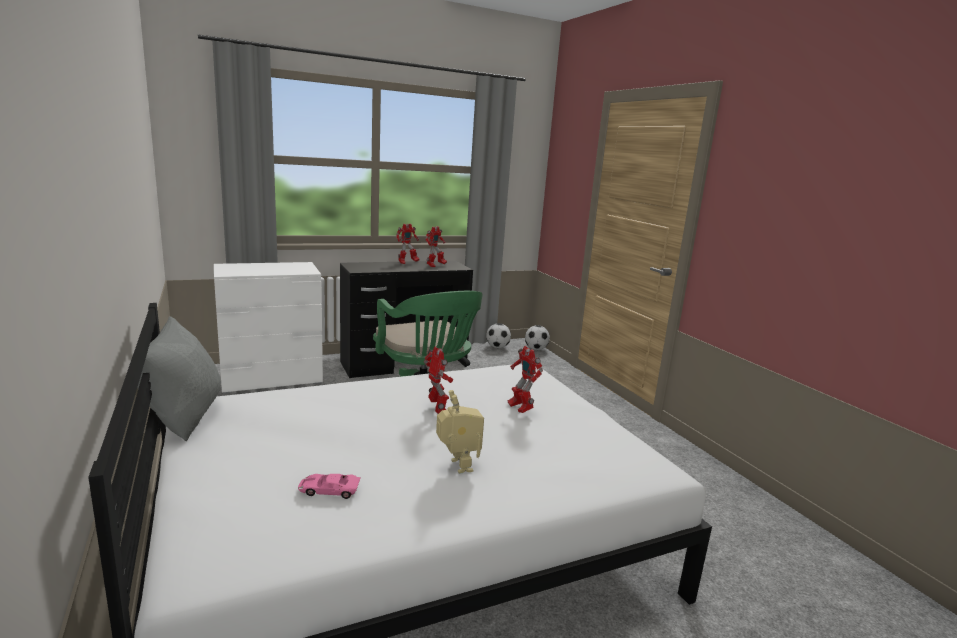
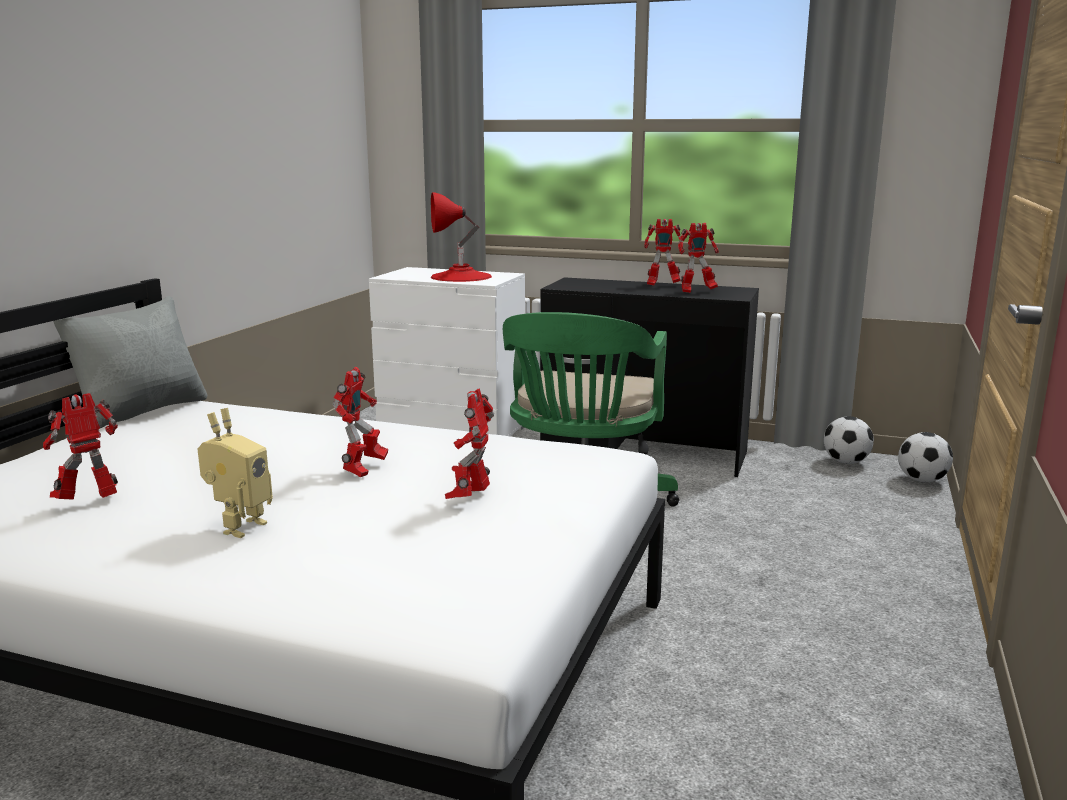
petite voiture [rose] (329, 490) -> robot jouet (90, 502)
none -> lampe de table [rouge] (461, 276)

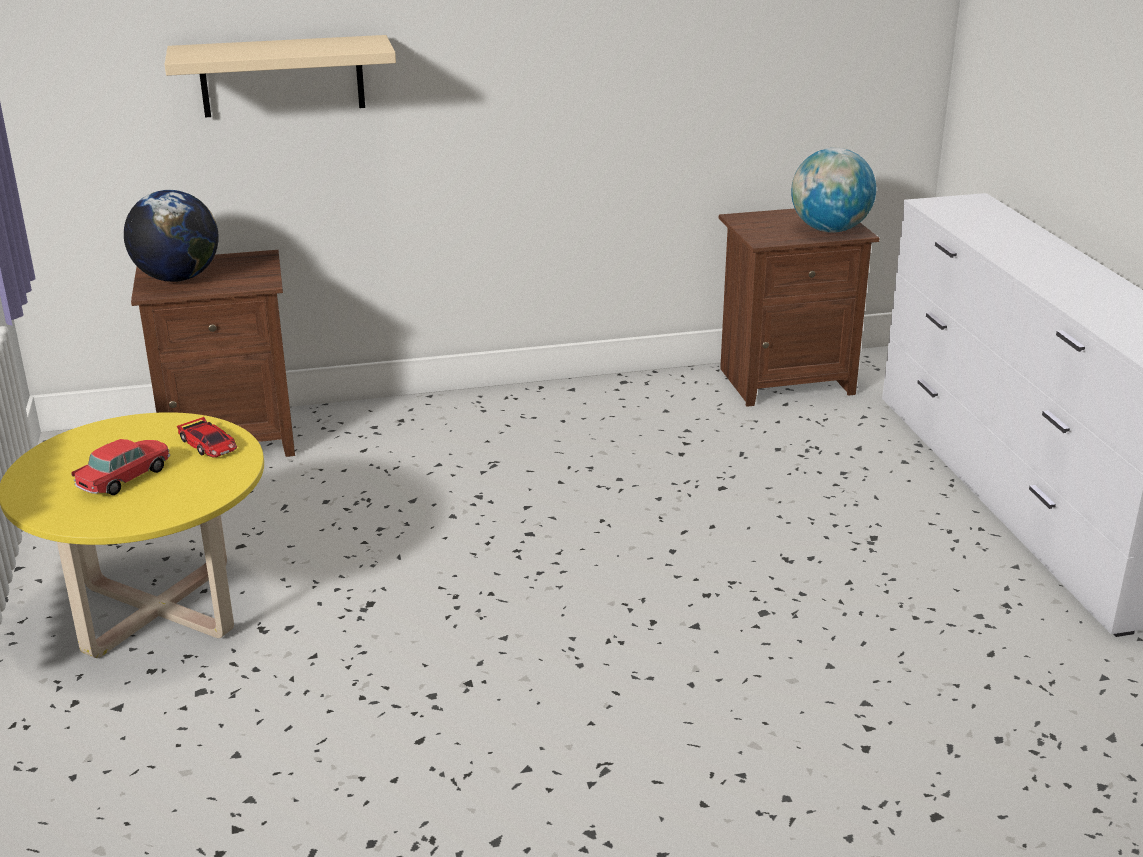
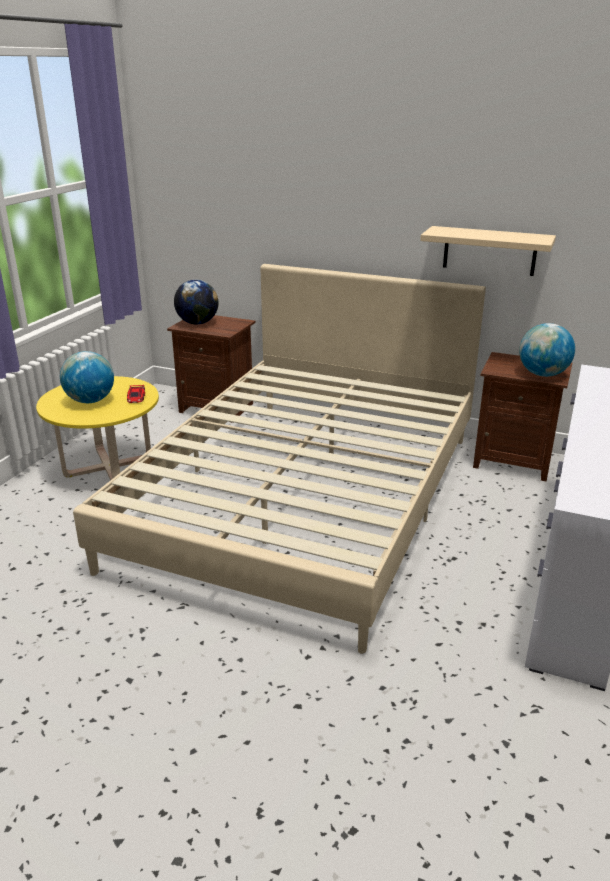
petite voiture (125, 478) -> globe (90, 401)
none -> lit [beige] (306, 497)
étagère [beige] (282, 76) -> étagère [beige] (489, 251), relocated

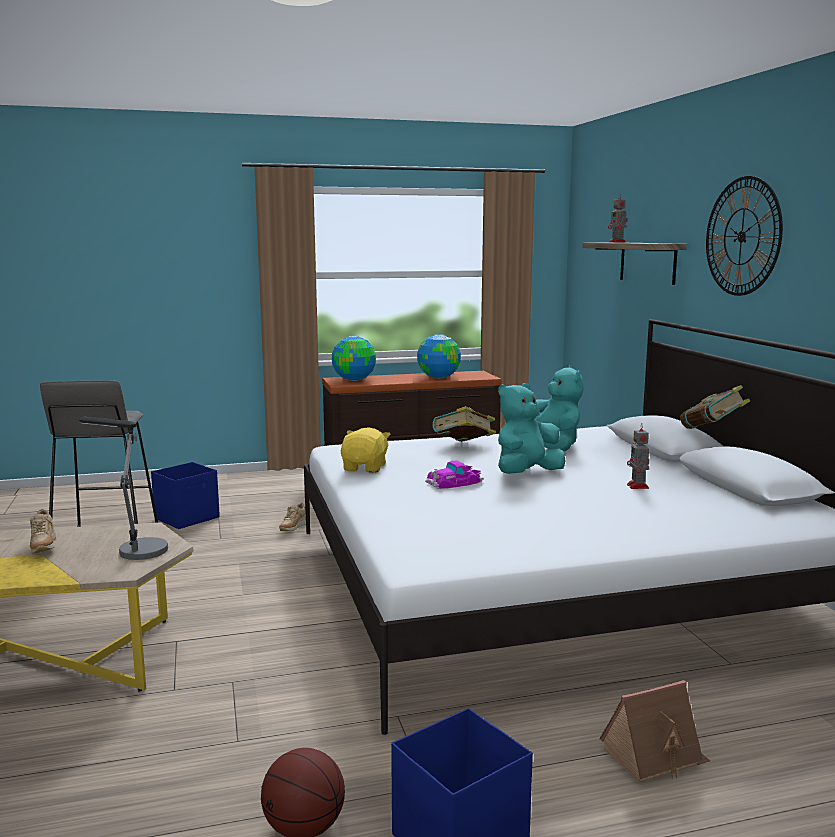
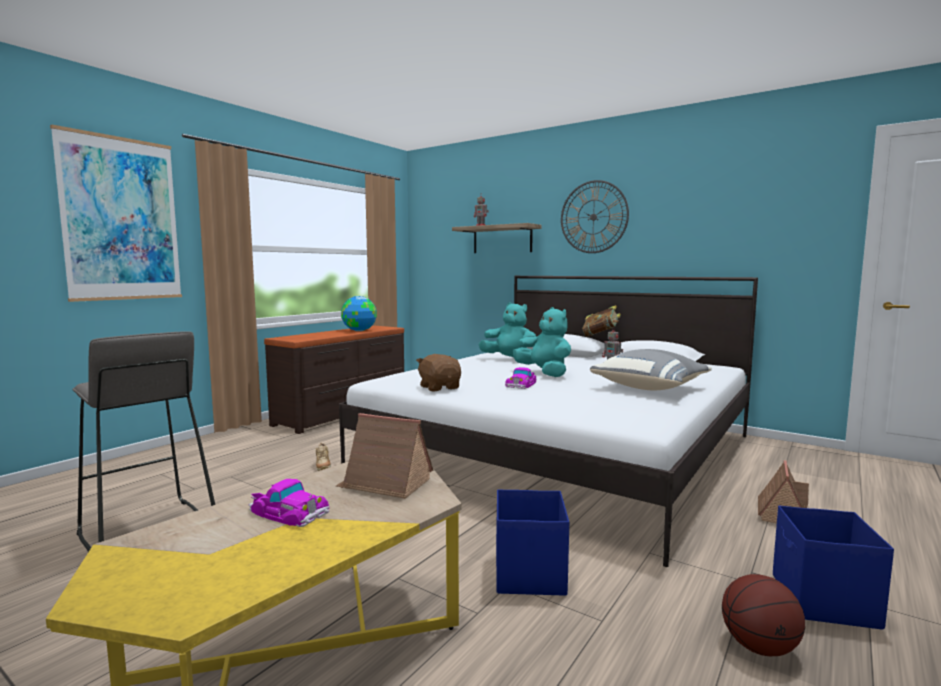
none -> tableau (121, 219)
chaussure [beige] (43, 548) -> petite voiture (288, 512)
lampe de table (134, 547) -> maison miniature (385, 483)
peluche [jaune] (365, 468) -> peluche [marron] (440, 387)
boîte de rangement [bleu] (188, 518) -> boîte de rangement [bleu] (530, 573), relocated
peluche [turquoise] (526, 474) -> peluche [turquoise] (544, 373), 135 degrees clockwise
none -> coussin [gris] (651, 388)
globe (354, 380) -> none
livre (463, 447) -> none

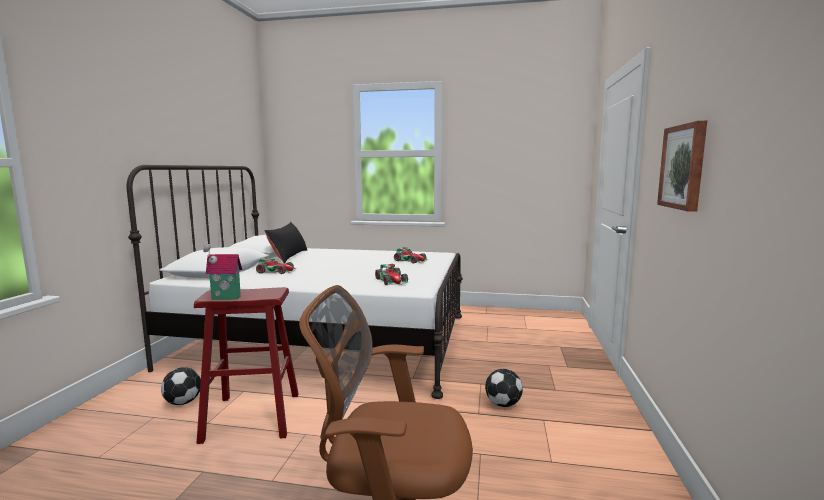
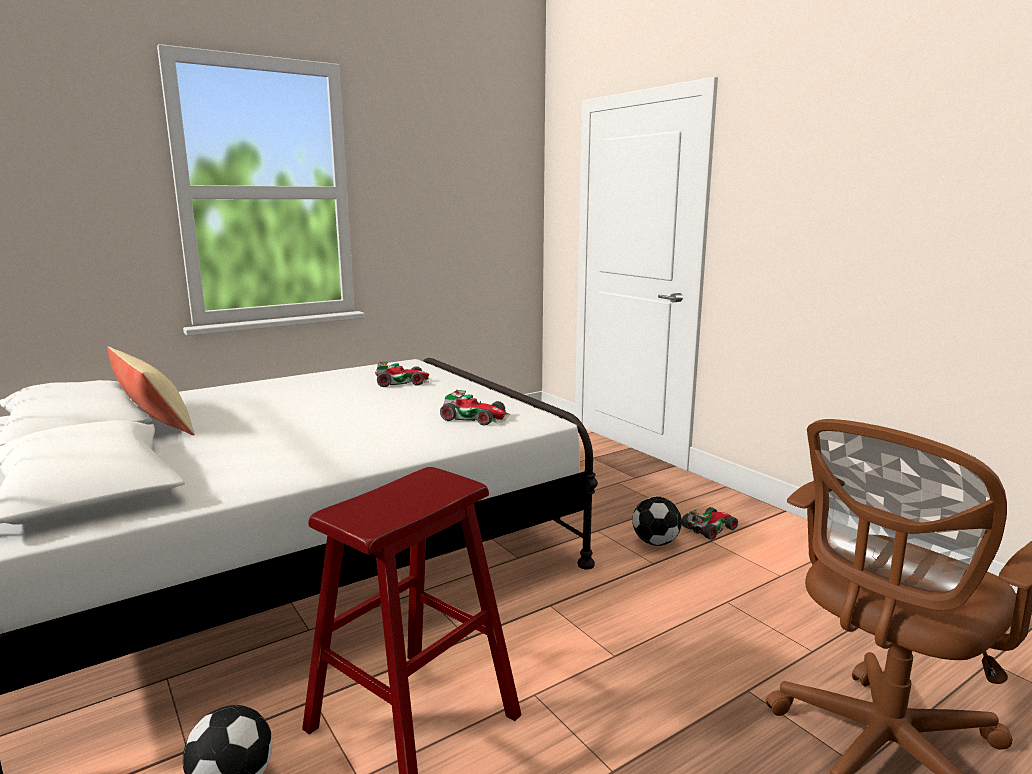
coussin [noir] (288, 256) -> coussin [beige] (153, 420)
petite voiture (276, 271) -> petite voiture (710, 527), relocated
maison miniature (225, 298) -> none
tableau (684, 167) -> none

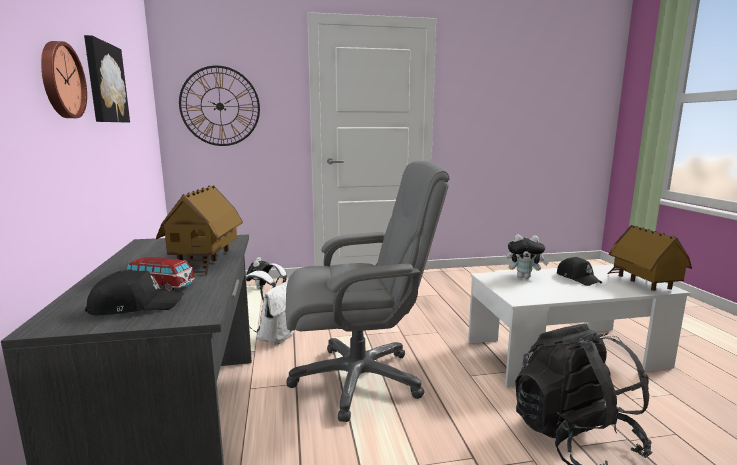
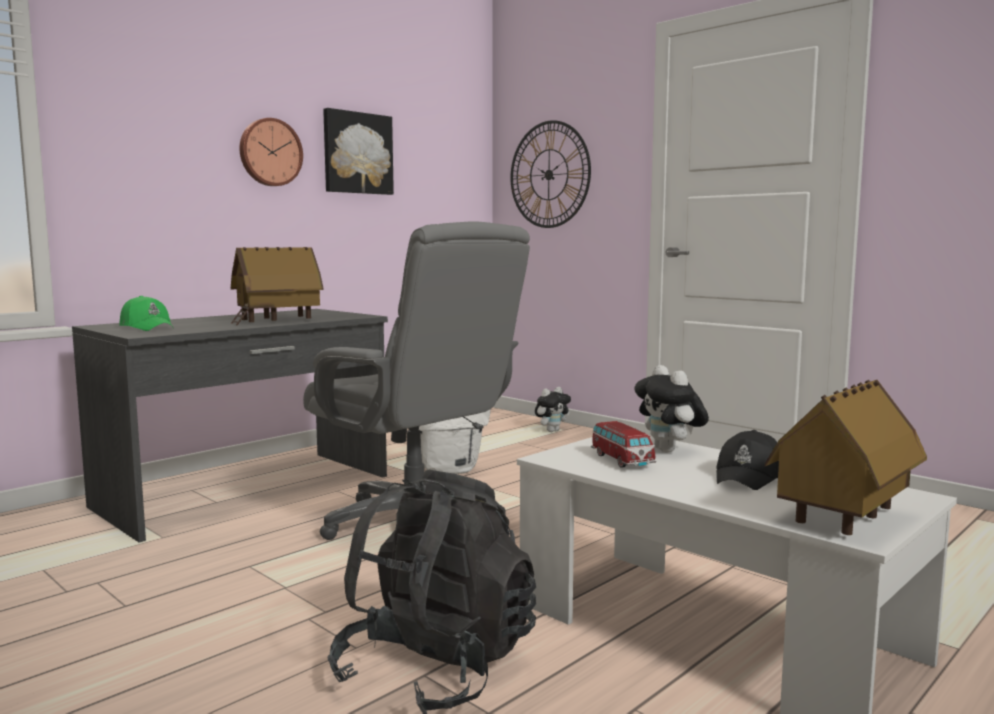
casquette [noir] (135, 306) -> casquette [vert] (147, 327)
petite voiture (161, 286) -> petite voiture (621, 460), relocated

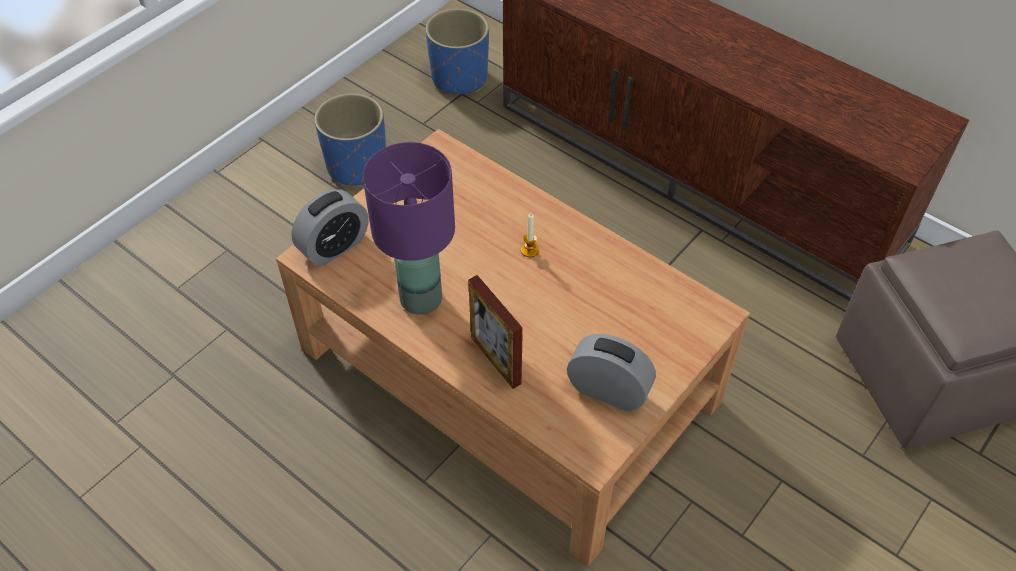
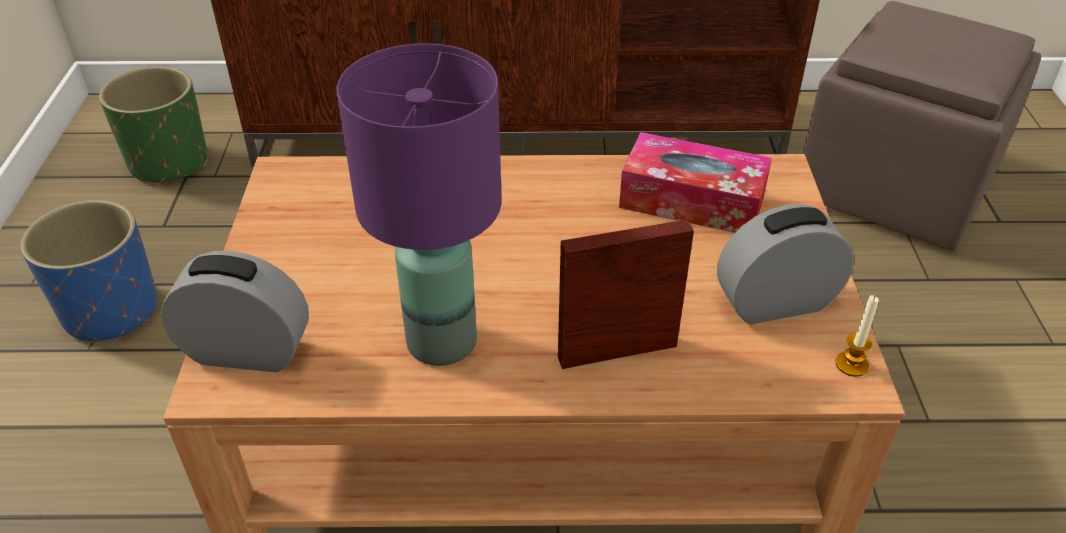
cache-pot [bleu] (460, 78) -> cache-pot [vert] (169, 162)
réveil (334, 246) -> réveil (247, 351), 90 degrees counterclockwise
cadre photo (495, 360) -> cadre photo (617, 352), 150 degrees clockwise
none -> boîte à mouchoirs (692, 201)
bougie (529, 250) -> bougie (851, 364), relocated

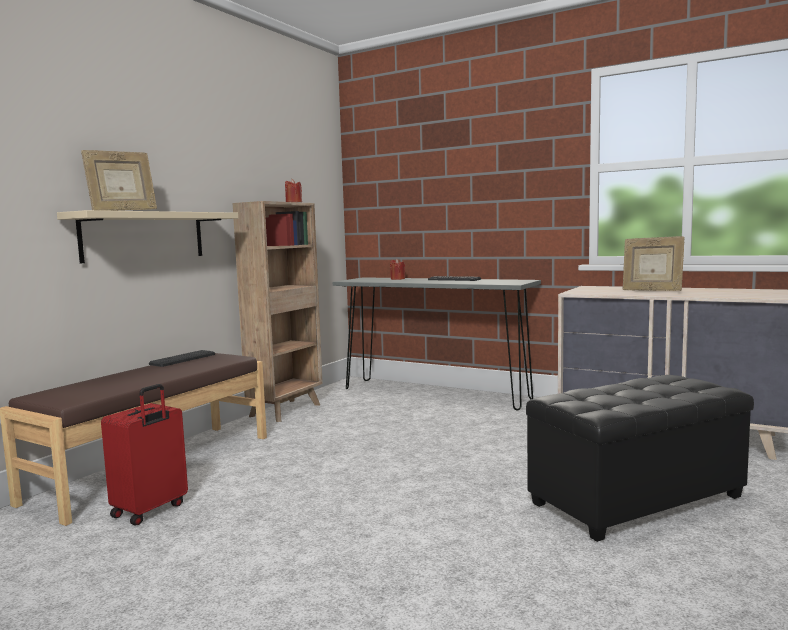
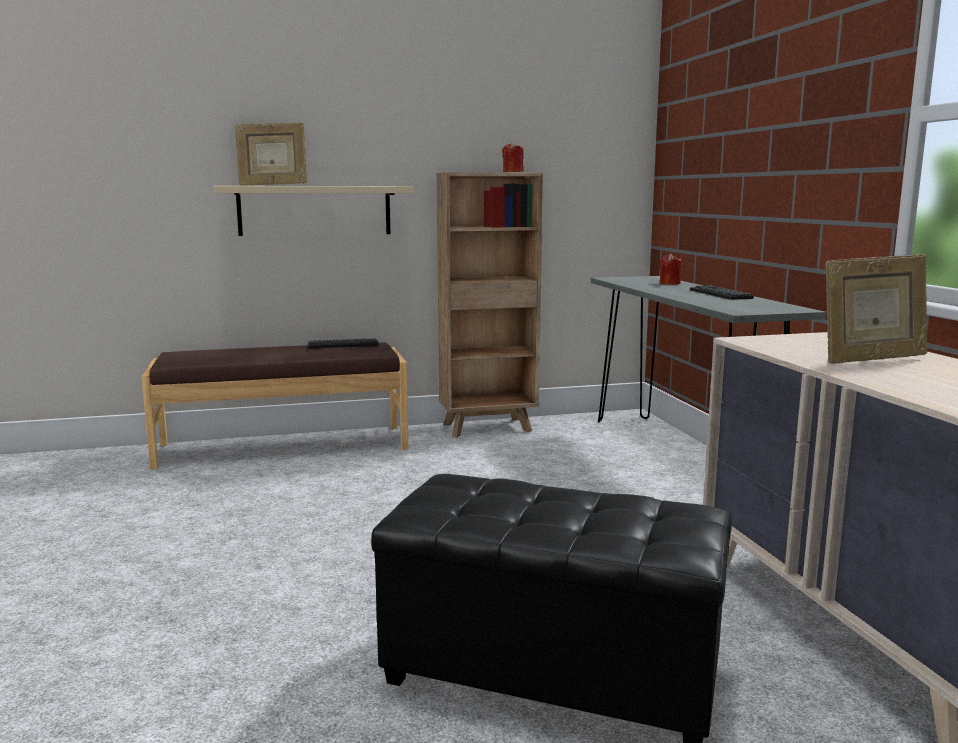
cadre photo (651, 291) -> cadre photo (872, 359), 105 degrees counterclockwise
valise [rouge] (150, 510) -> none

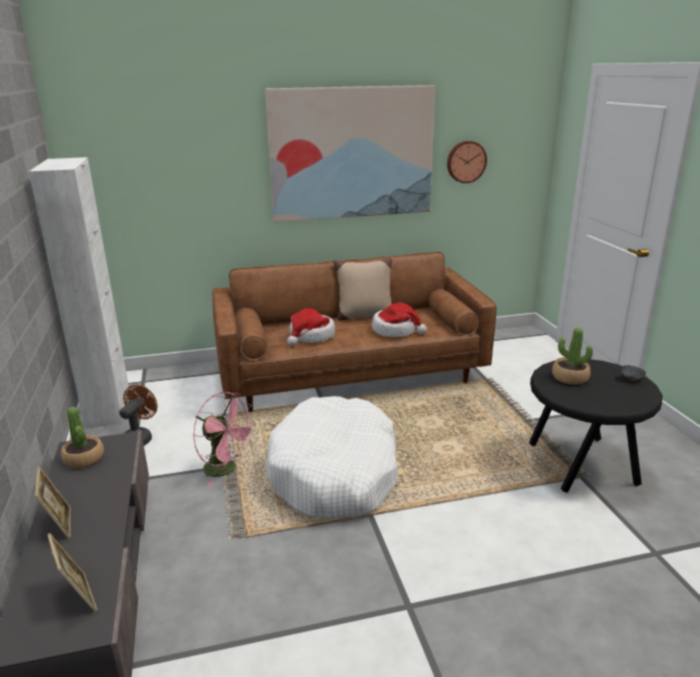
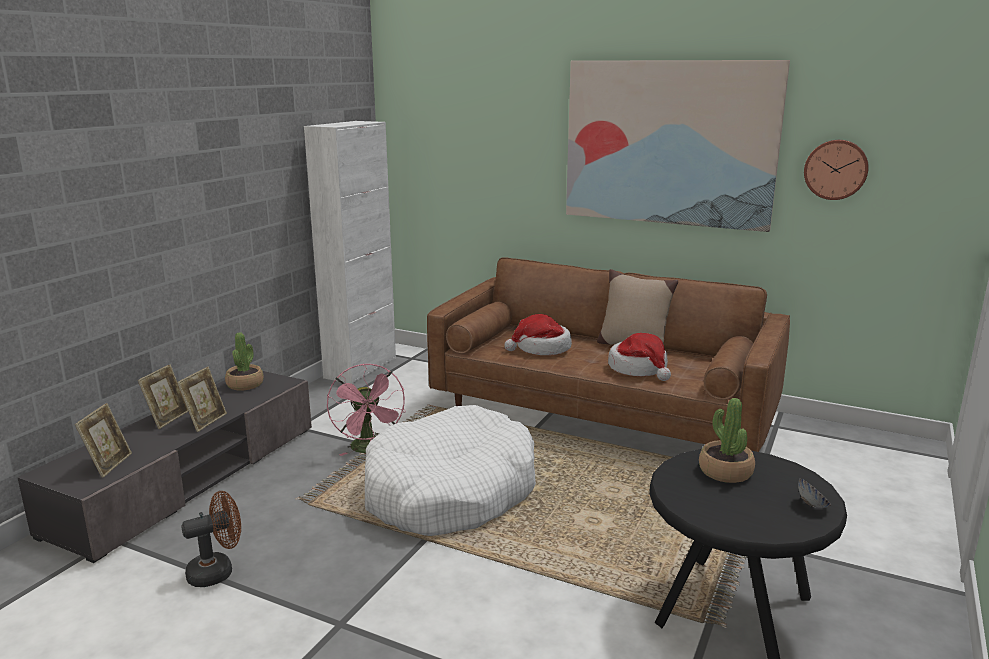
none -> cadre photo (205, 421)
ventilateur [marron] (140, 438) -> ventilateur [marron] (217, 571), relocated

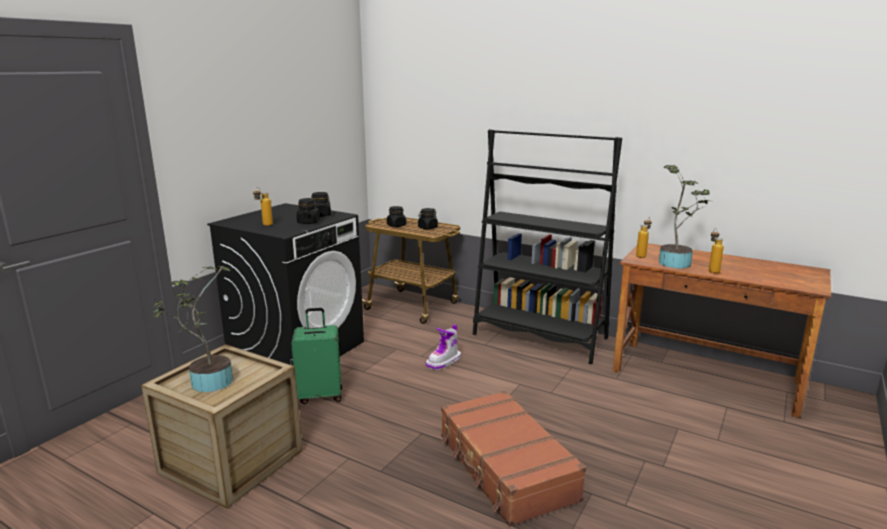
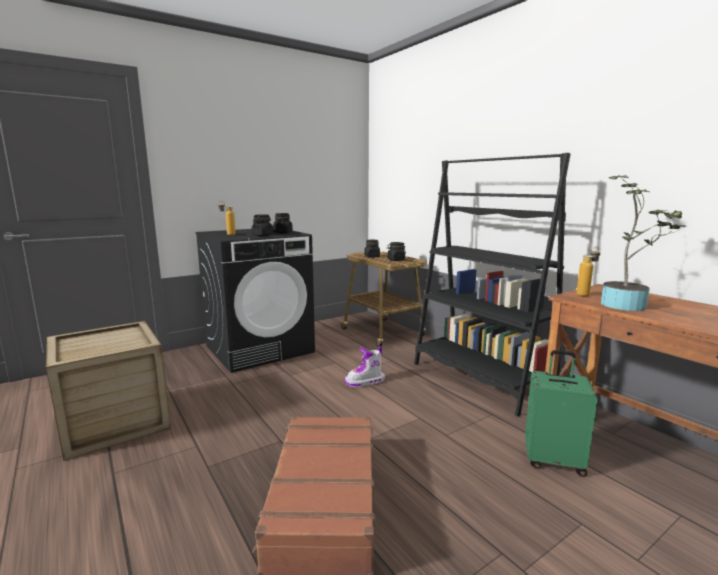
valise [vert] (320, 395) -> valise [vert] (553, 460), relocated
plante en pot (207, 382) -> none
bouteille (712, 270) -> none

